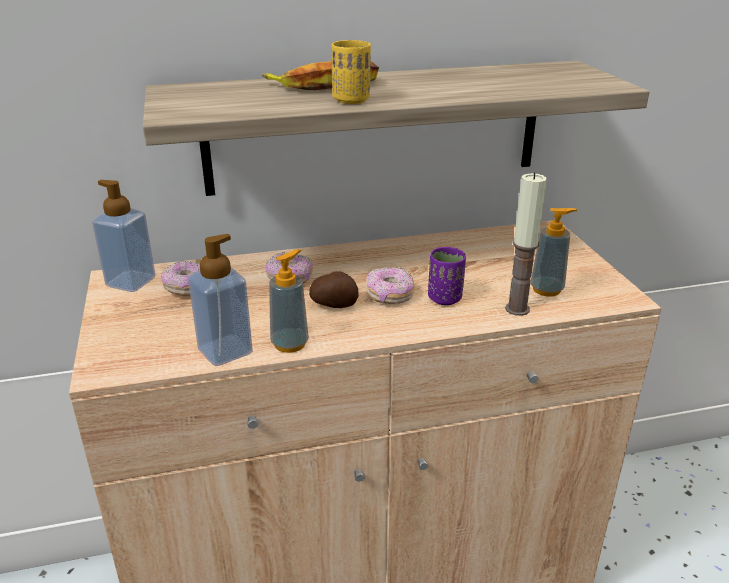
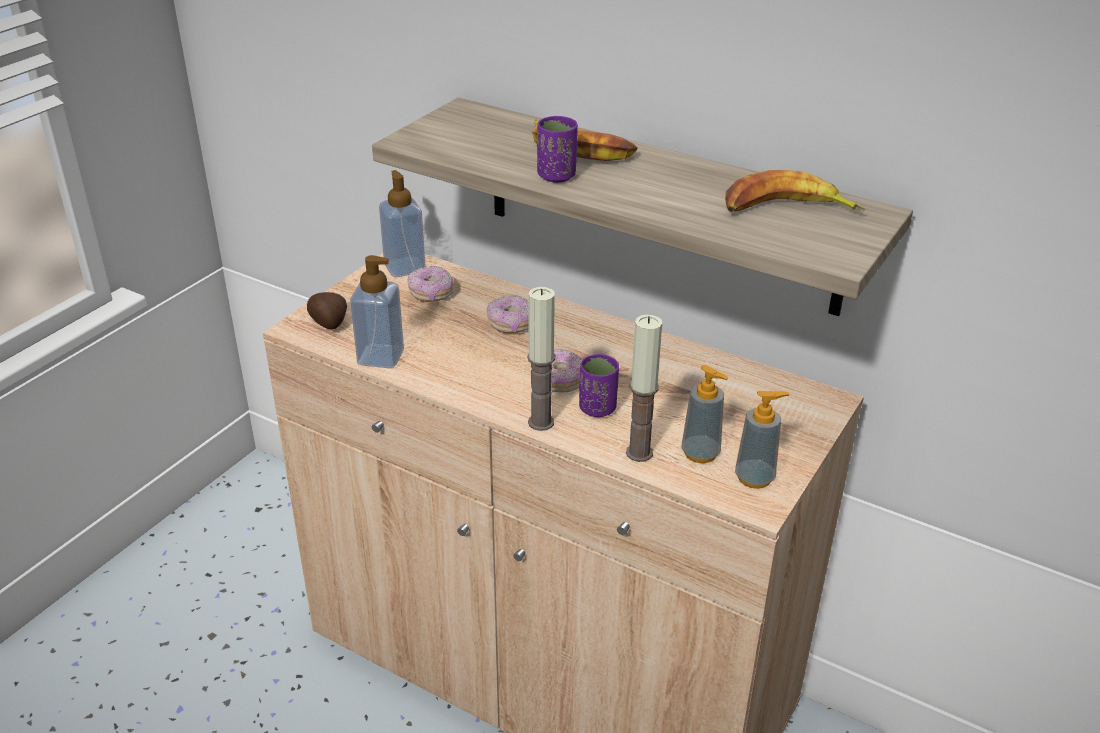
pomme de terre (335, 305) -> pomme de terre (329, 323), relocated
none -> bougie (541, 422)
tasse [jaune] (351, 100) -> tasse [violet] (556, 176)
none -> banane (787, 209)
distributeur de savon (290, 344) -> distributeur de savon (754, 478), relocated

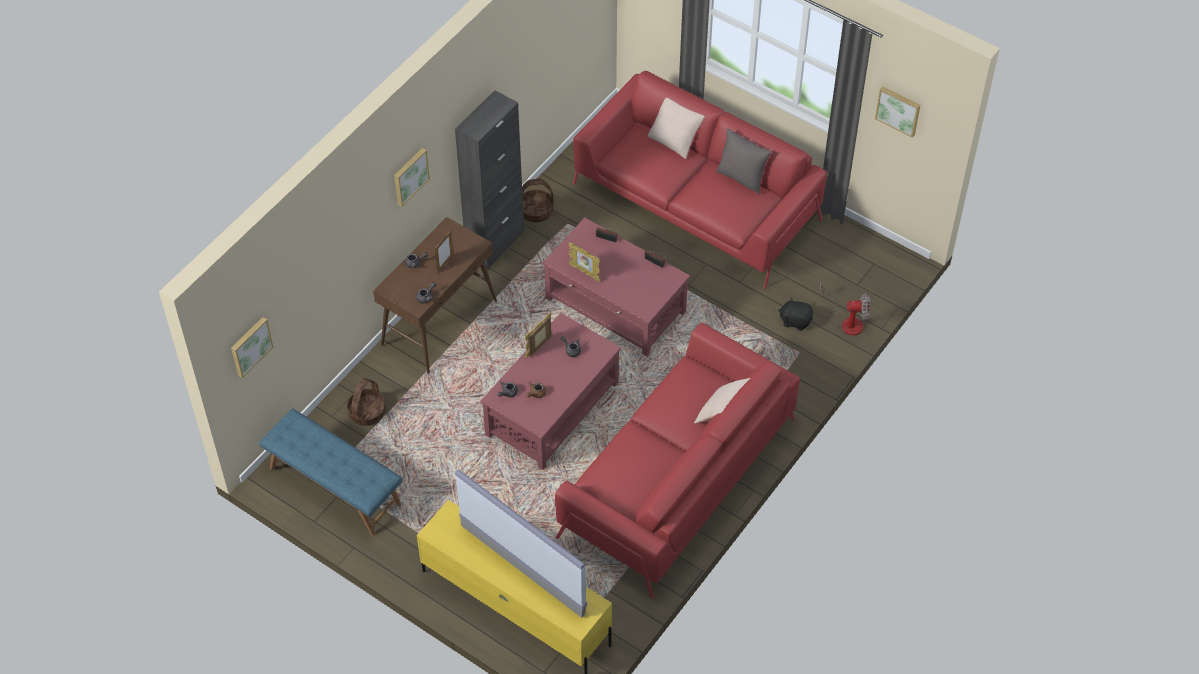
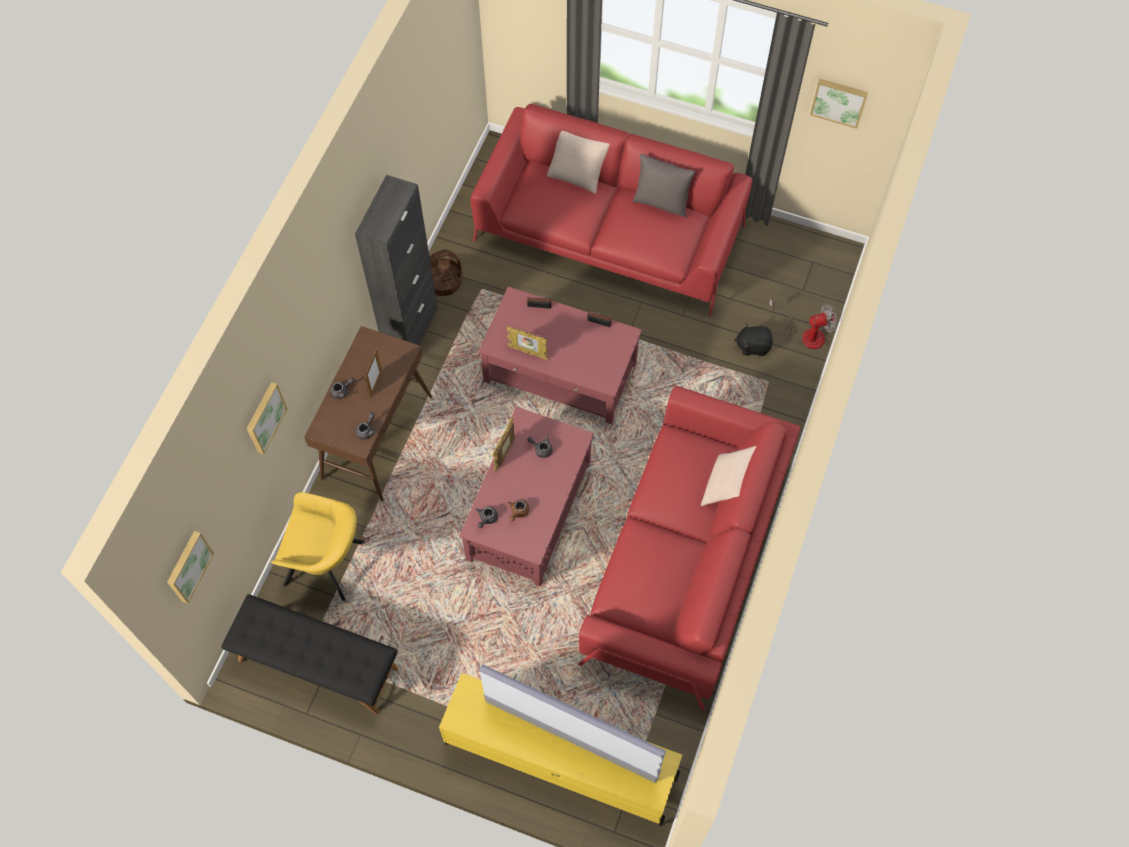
banc [bleu] (334, 487) -> banc [noir] (317, 665)
tableau (410, 176) -> tableau (264, 417), relocated
panier (367, 412) -> fauteuil [jaune] (328, 565)

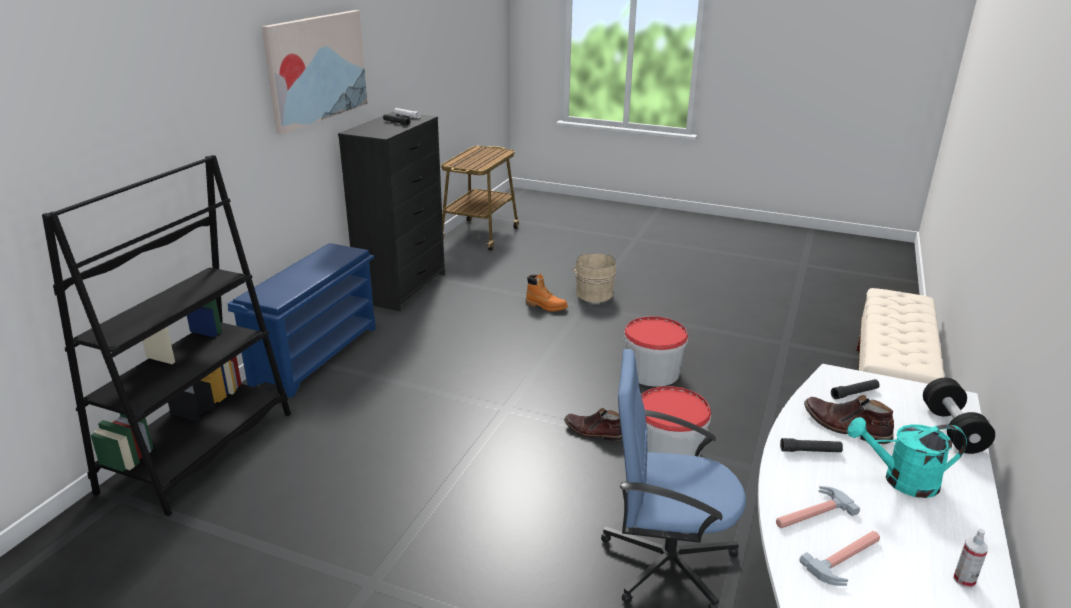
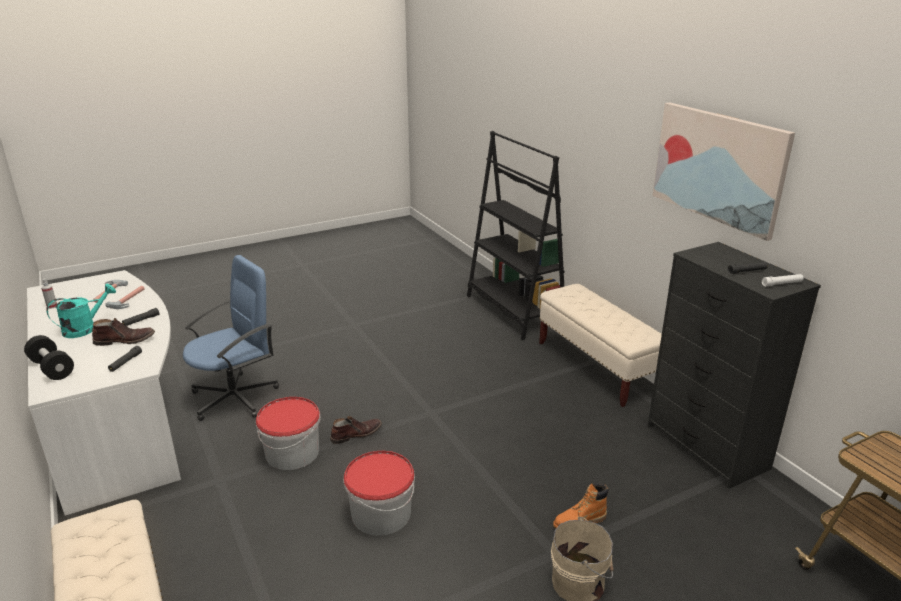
étagère à chaussures [bleu] (316, 354) -> banc [beige] (597, 367)

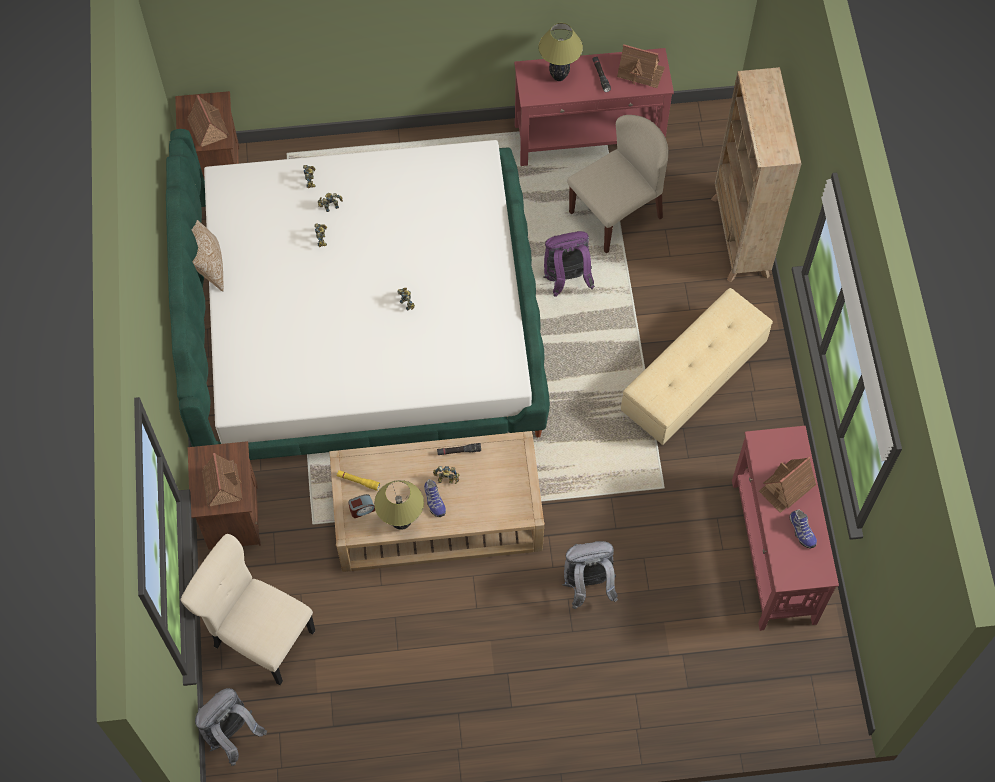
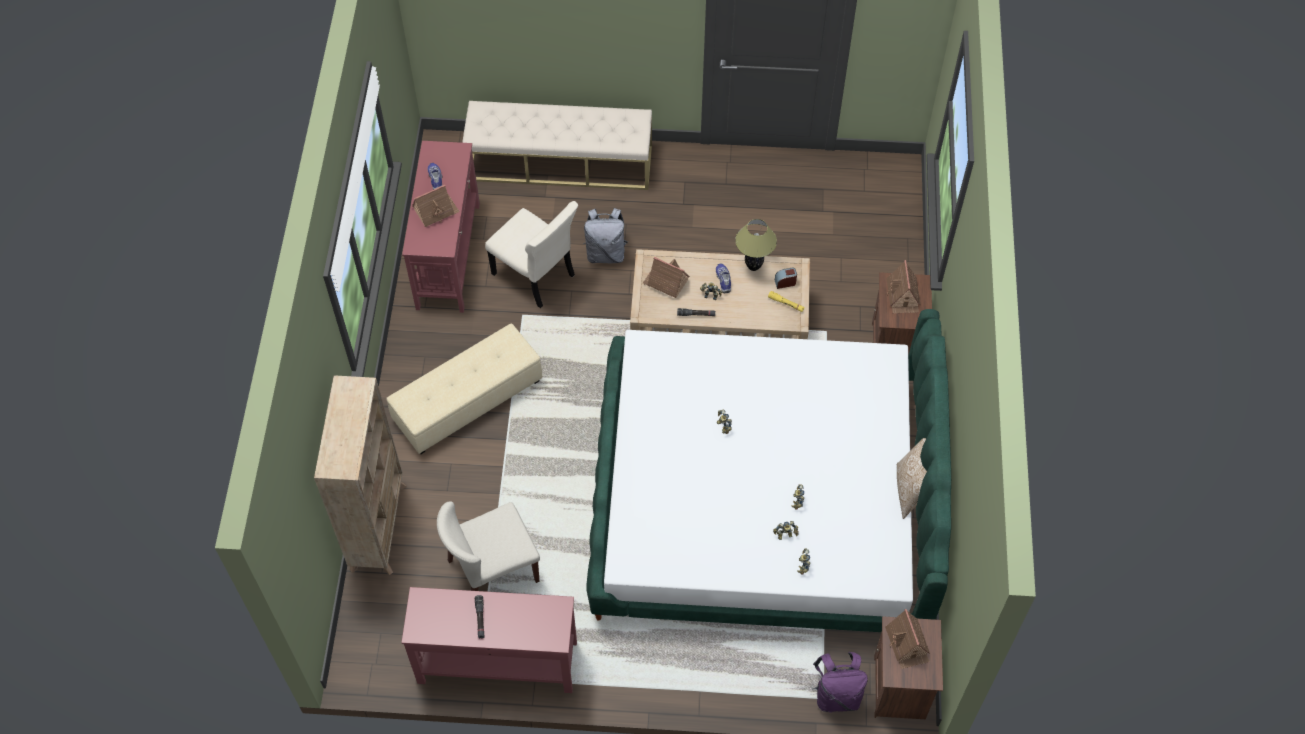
none -> banc [beige] (560, 163)
chaise [beige] (261, 636) -> chaise [beige] (535, 276), relocated
maison miniature (640, 72) -> maison miniature (666, 282), relocated
sac à dos [violet] (566, 279) -> sac à dos [violet] (837, 695), relocated
sac à dos [gris] (232, 735) -> none
lampe de table (559, 77) -> none

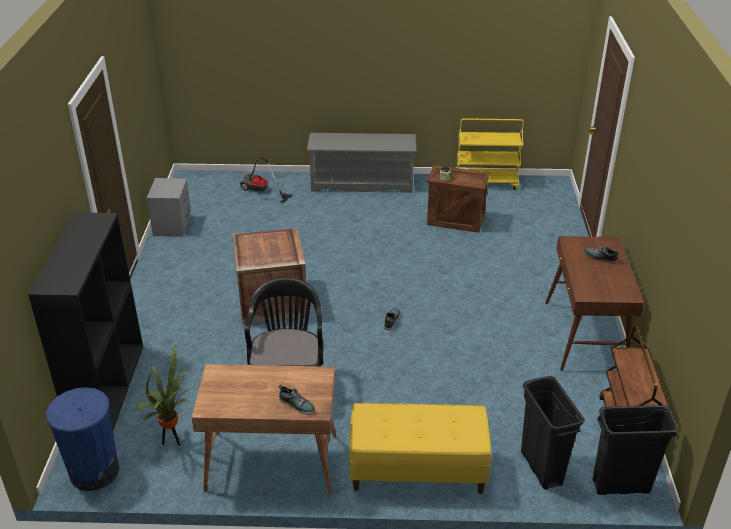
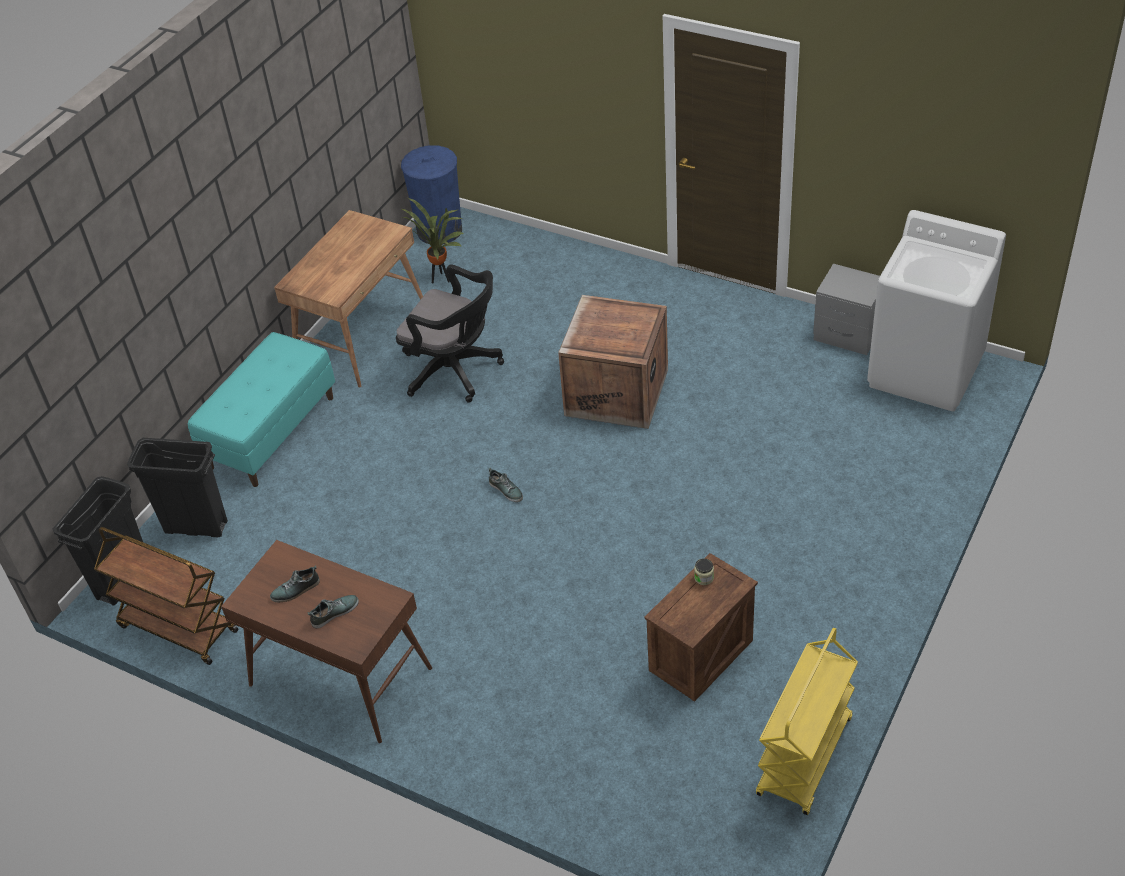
banc [jaune] (417, 471) -> banc [turquoise] (271, 432)
chaussure (297, 404) -> chaussure (296, 590), relocated
none -> lave-linge [blanc] (926, 371)
bibliothèque [noir] (107, 387) -> none
aspirateur (260, 192) -> none
étagère à chaussures [gris] (362, 183) -> none

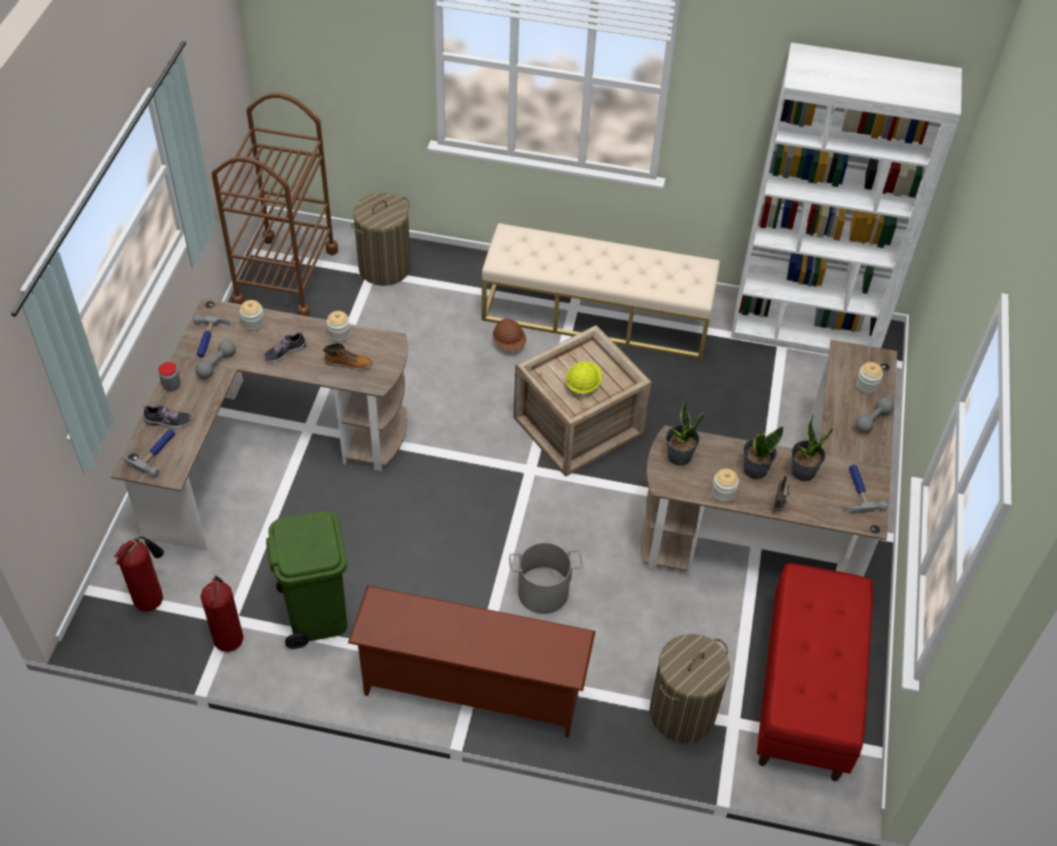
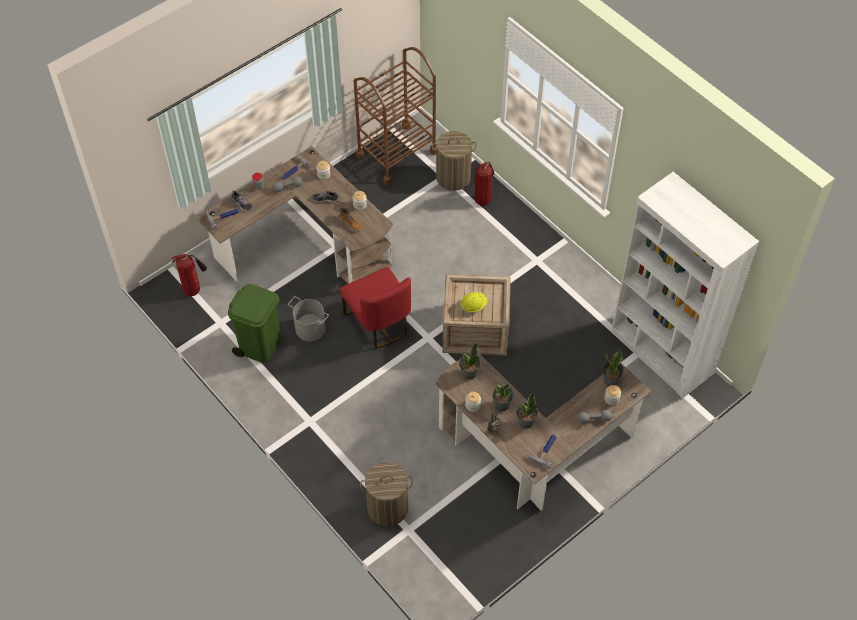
seau [gris] (543, 592) -> seau [gris] (310, 329), relocated
none -> chaise [rouge] (378, 323)
extincteur (228, 638) -> extincteur (483, 199), relocated
none -> plante en pot (611, 380)
étagère à chaussures [marron] (471, 690) -> none
banc [beige] (597, 315) -> none
casque de chantier [marron] (509, 343) -> none
banc [rouge] (806, 693) -> none

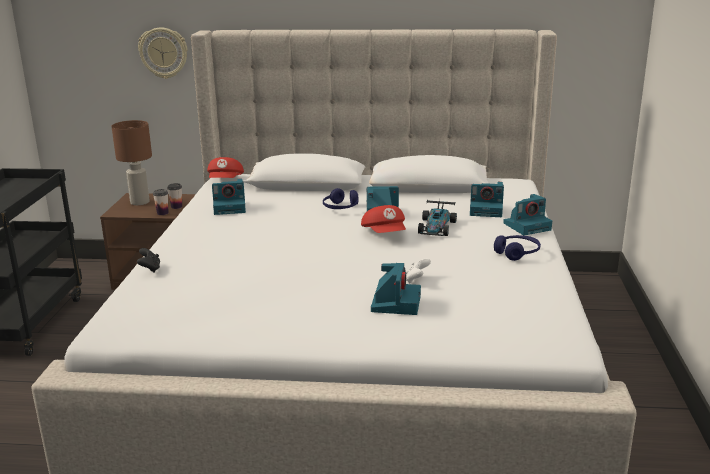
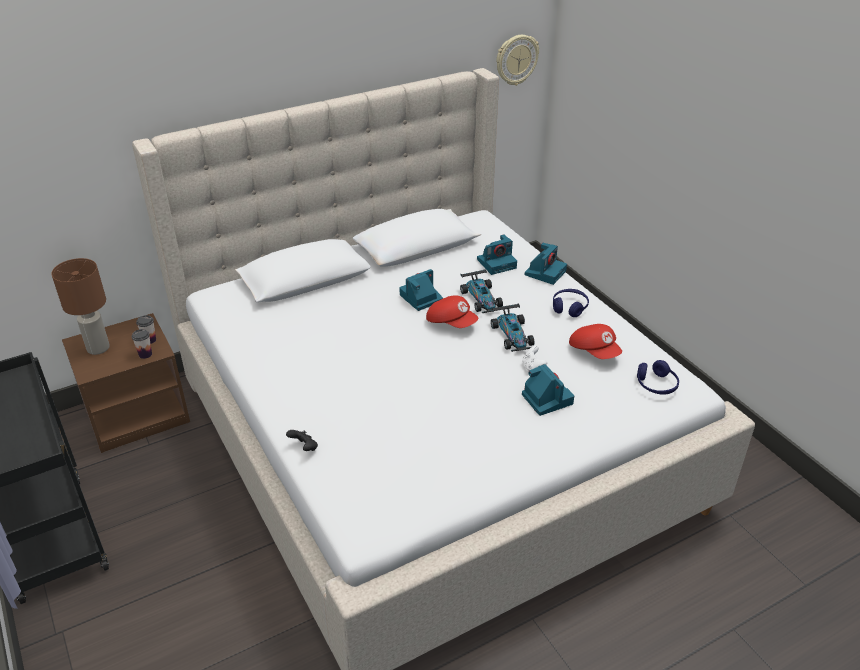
none -> petite voiture (512, 335)
horloge murale (163, 53) -> horloge murale (516, 59), relocated
casquette [rouge] (226, 181) -> casquette [rouge] (594, 351), relocated
casque audio [bleu] (341, 208) -> casque audio [bleu] (656, 385), relocated
appareil photo (230, 207) -> none

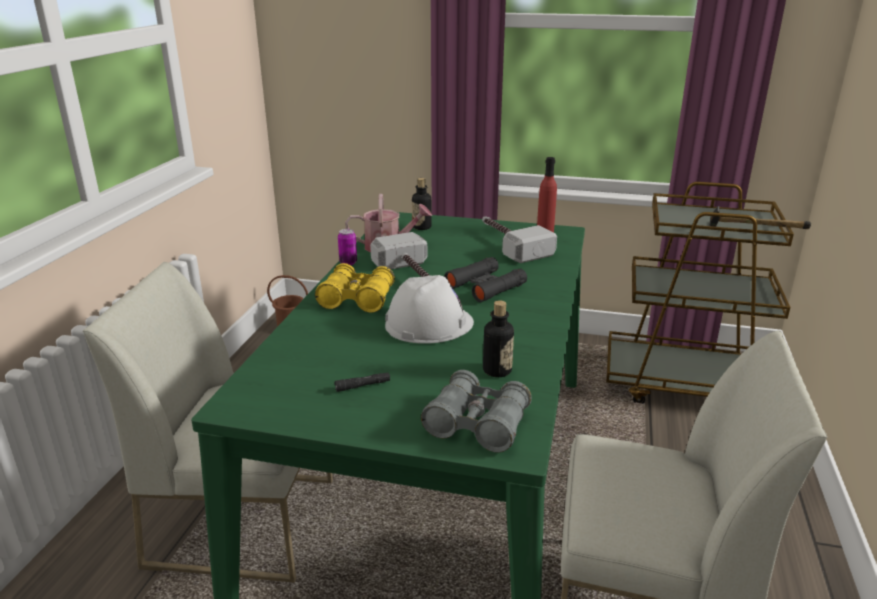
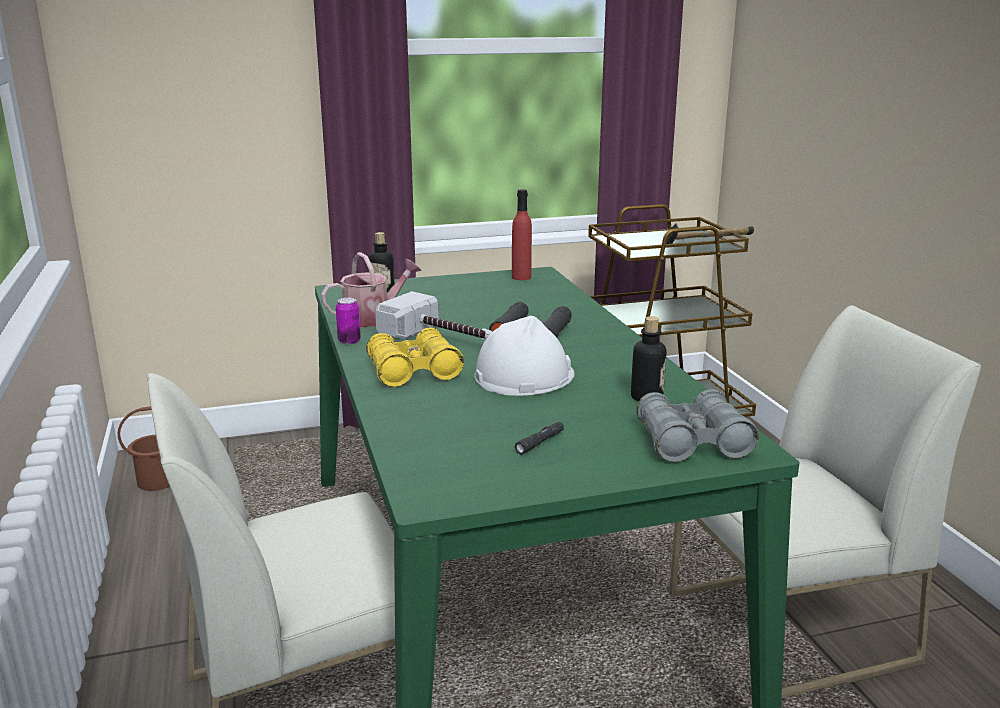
marteau (509, 244) -> none

